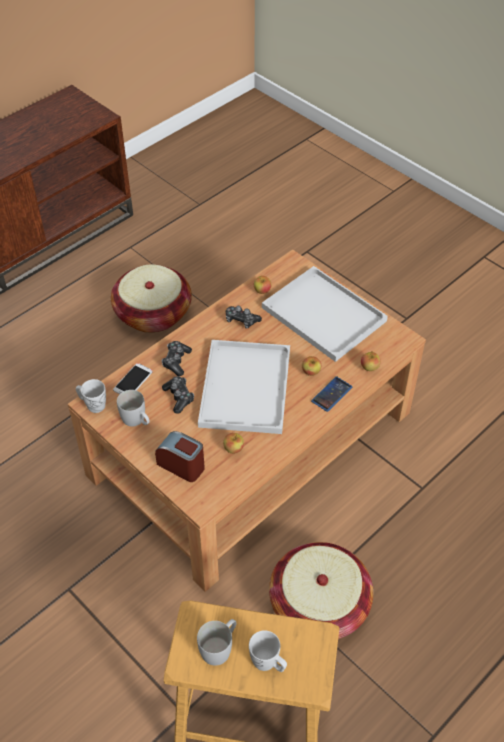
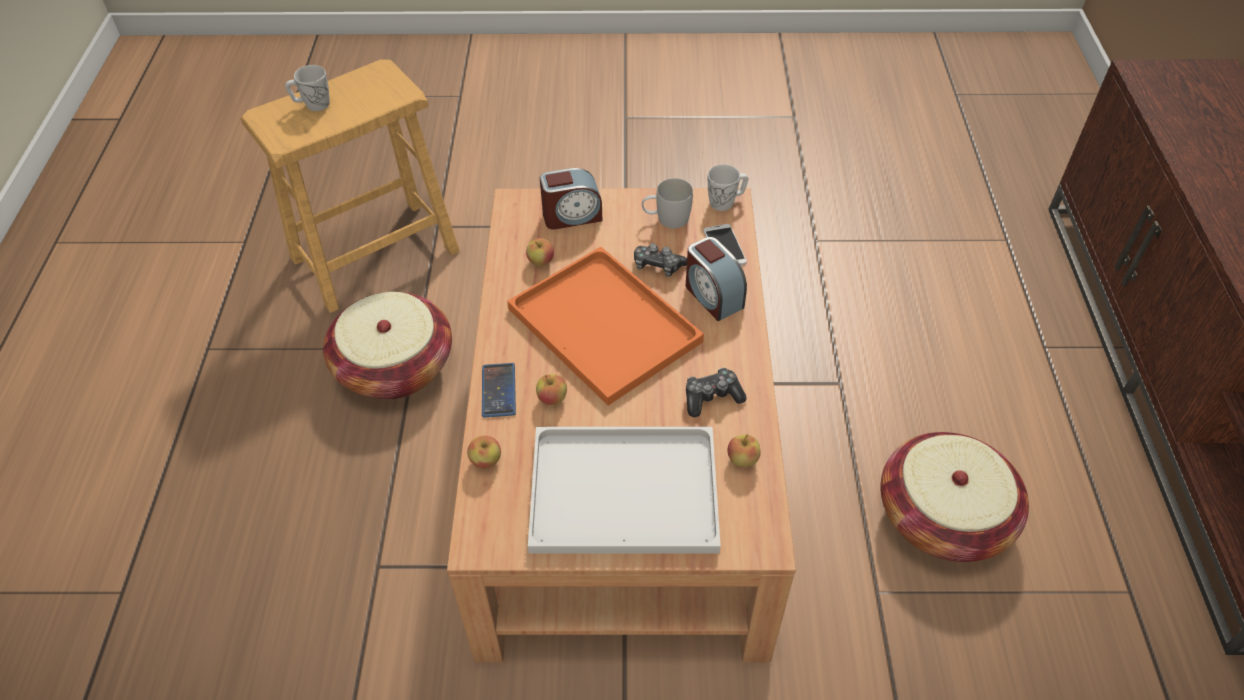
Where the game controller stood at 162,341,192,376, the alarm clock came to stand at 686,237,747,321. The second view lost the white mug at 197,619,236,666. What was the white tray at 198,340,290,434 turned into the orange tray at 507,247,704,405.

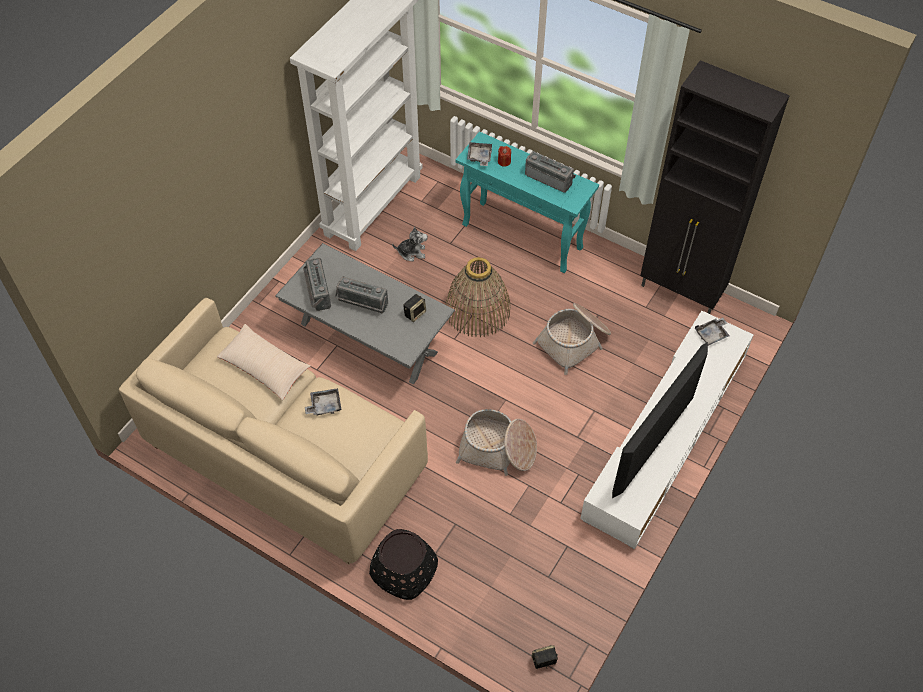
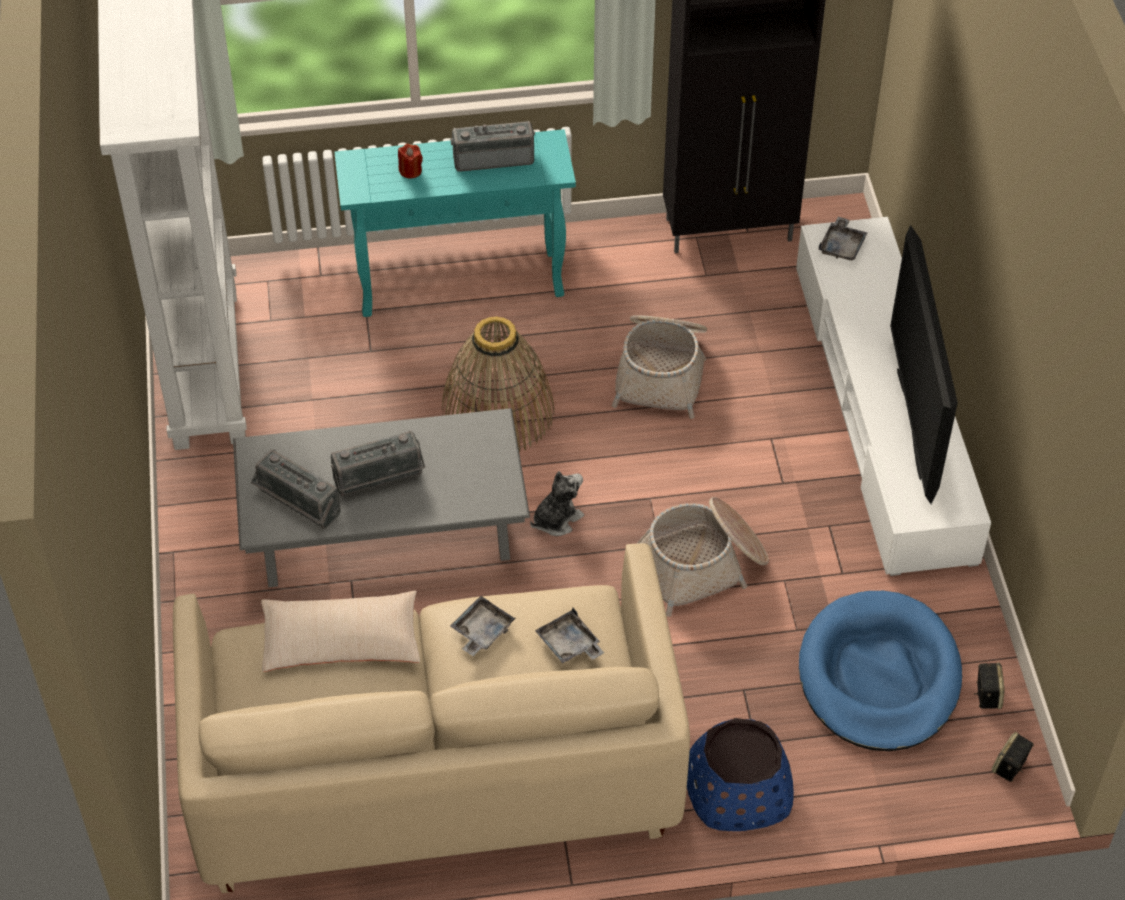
What was the black planter at 369,529,438,600 turned into the blue planter at 687,718,794,831. The plush toy ended up elsewhere, having gone from 392,227,428,261 to 530,471,584,536. The speaker ended up elsewhere, having gone from 403,294,426,322 to 974,663,1005,709. The grey tray ended up elsewhere, having gone from 467,142,492,166 to 535,608,604,663. The second view gained the blue dog bed at 799,591,962,751.

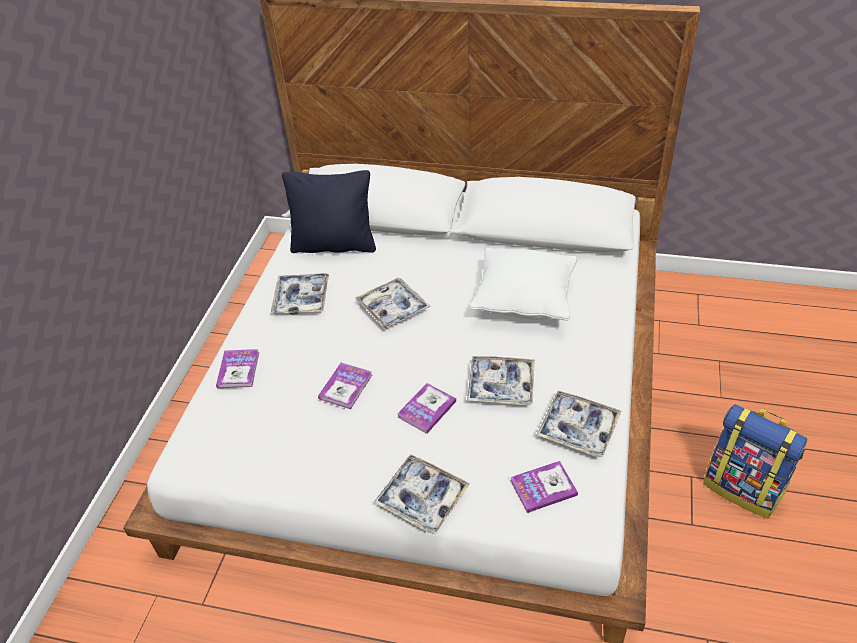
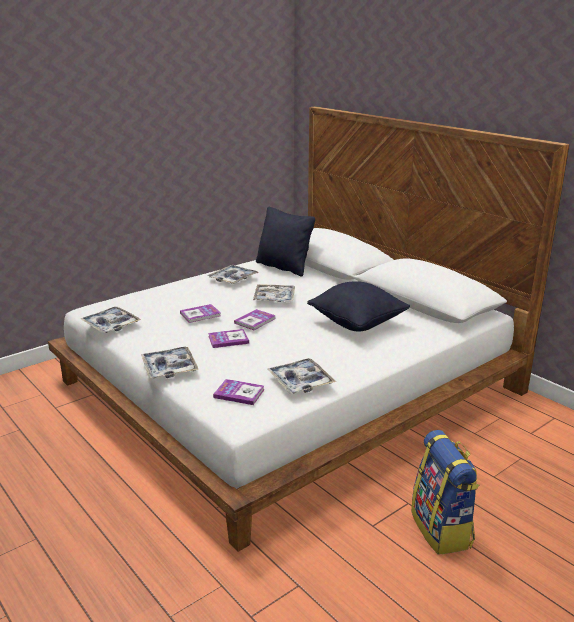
The book ended up elsewhere, having gone from 216,349,259,388 to 234,309,276,330. The tray ended up elsewhere, having gone from 467,356,535,405 to 81,307,141,333. What was the white pillow at 470,248,577,321 turned into the black pillow at 307,281,410,332.

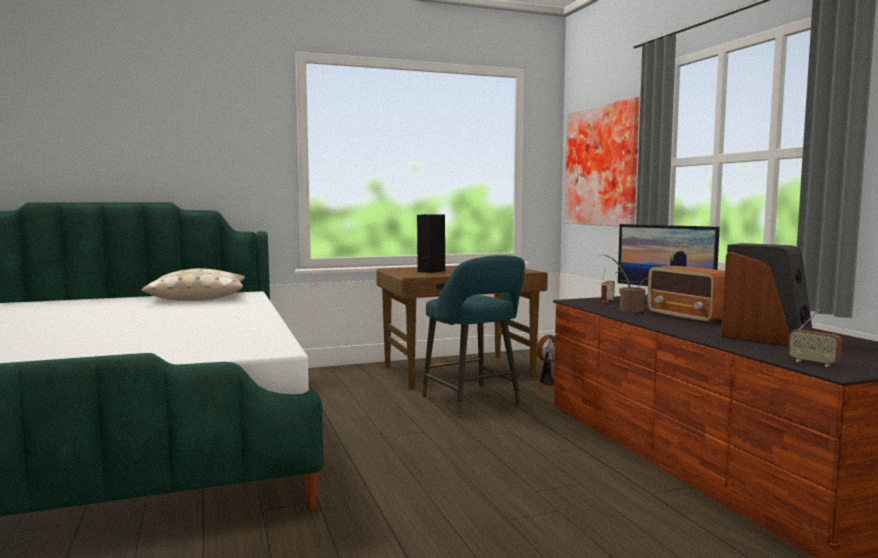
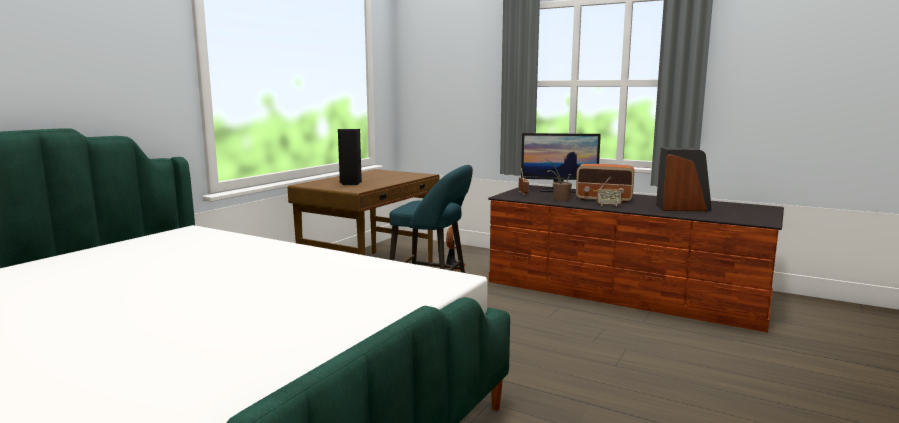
The second view lost the beige pillow at 142,268,245,301. The second view lost the picture at 565,97,639,226. The radio ended up elsewhere, having gone from 788,309,841,367 to 597,176,622,206.

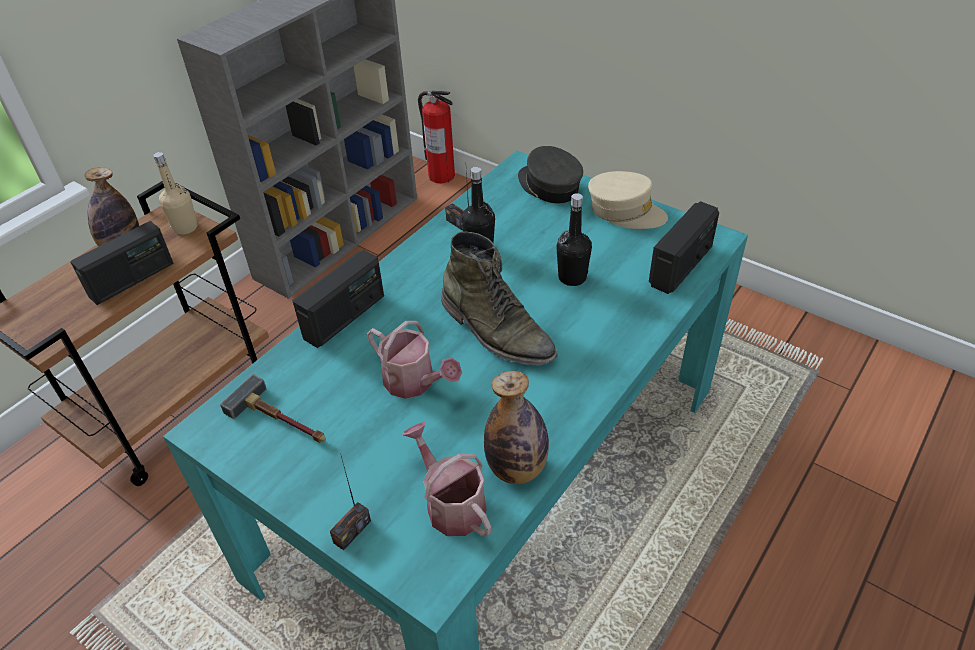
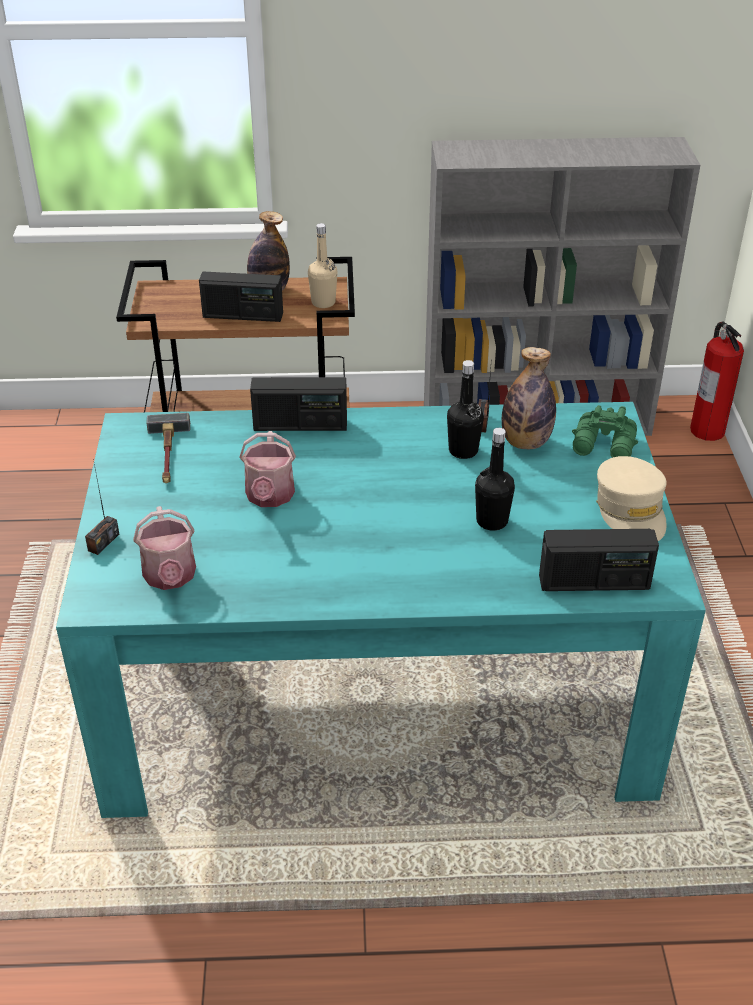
The radio at 330,453,371,550 ended up facing another way, 60 degrees counterclockwise from before. The watering can at 403,422,491,537 ended up facing another way, 150 degrees clockwise from before. The second view lost the green boot at 441,232,557,366. The bottle ended up elsewhere, having gone from 484,371,549,484 to 502,347,556,449. Where the grey cap stood at 518,146,583,203, the green binoculars came to stand at 572,405,638,458.

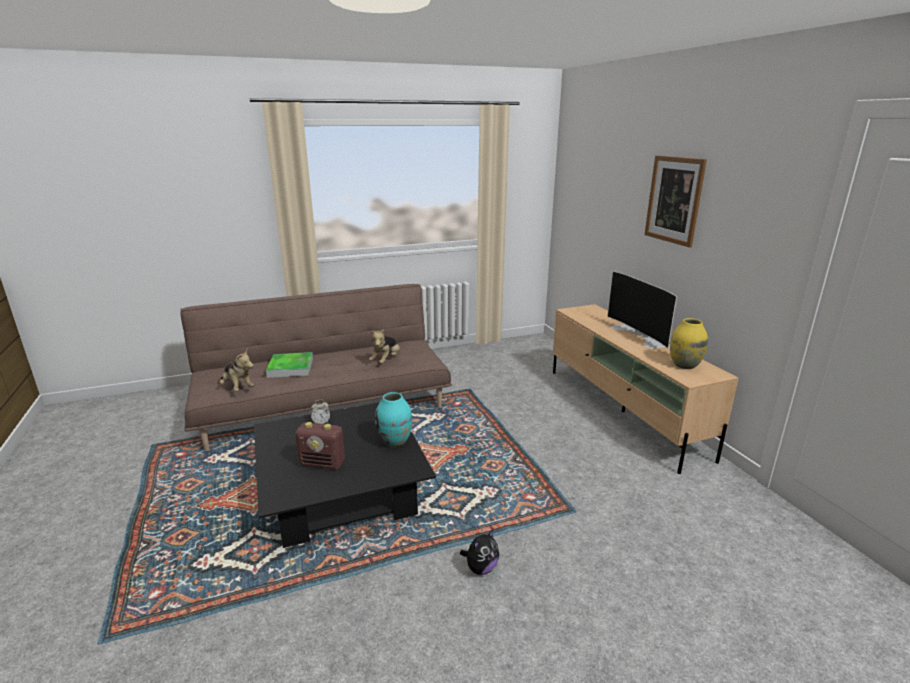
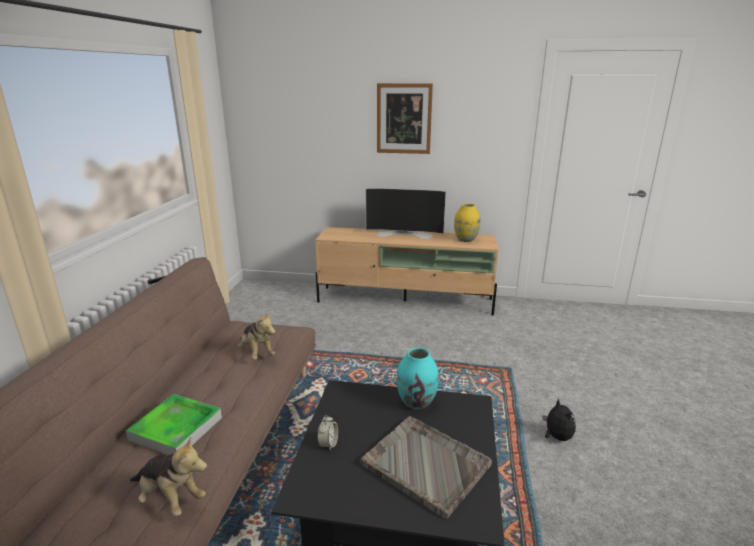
The plush toy at 220,350,254,391 ended up facing another way, 45 degrees clockwise from before. Where the radio stood at 295,422,345,470, the grey tray came to stand at 360,416,492,519.

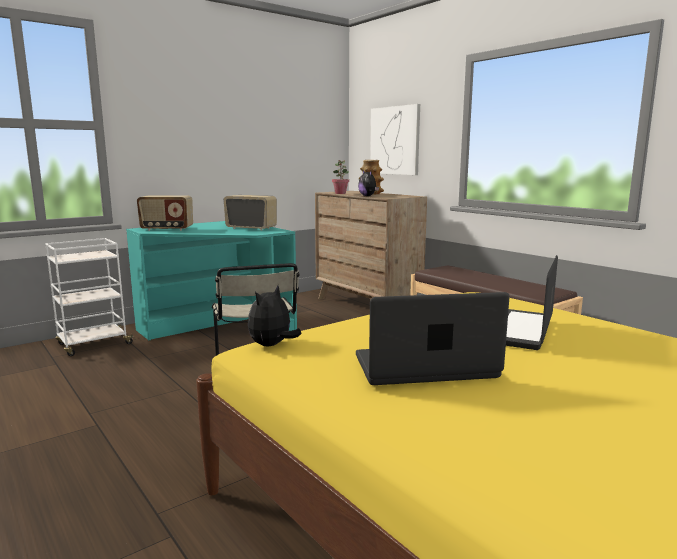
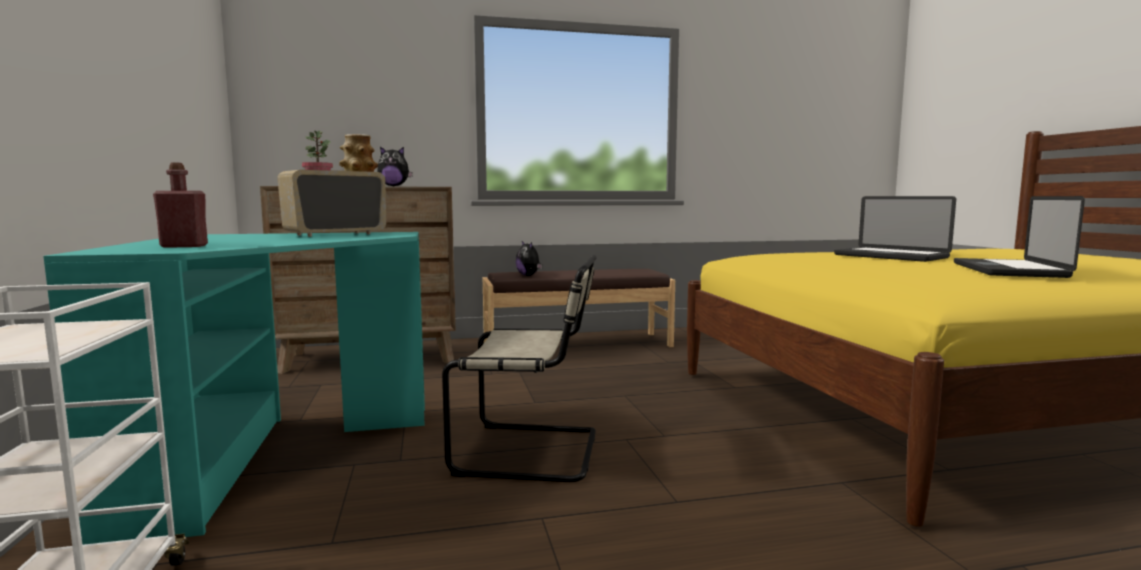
Where the radio stood at 137,195,193,231, the red bottle came to stand at 153,163,208,248. The plush toy ended up elsewhere, having gone from 248,286,302,346 to 516,241,542,276. The second view lost the picture at 370,104,420,175.

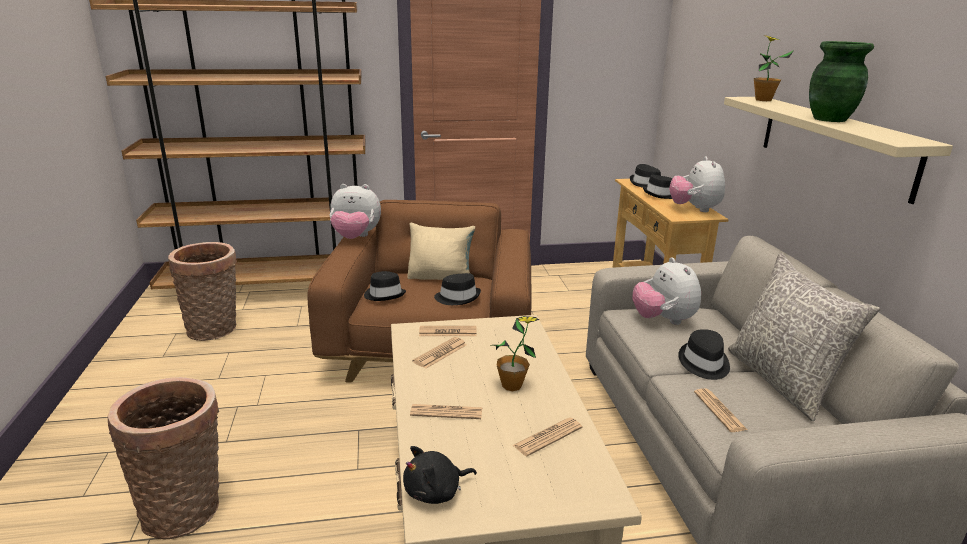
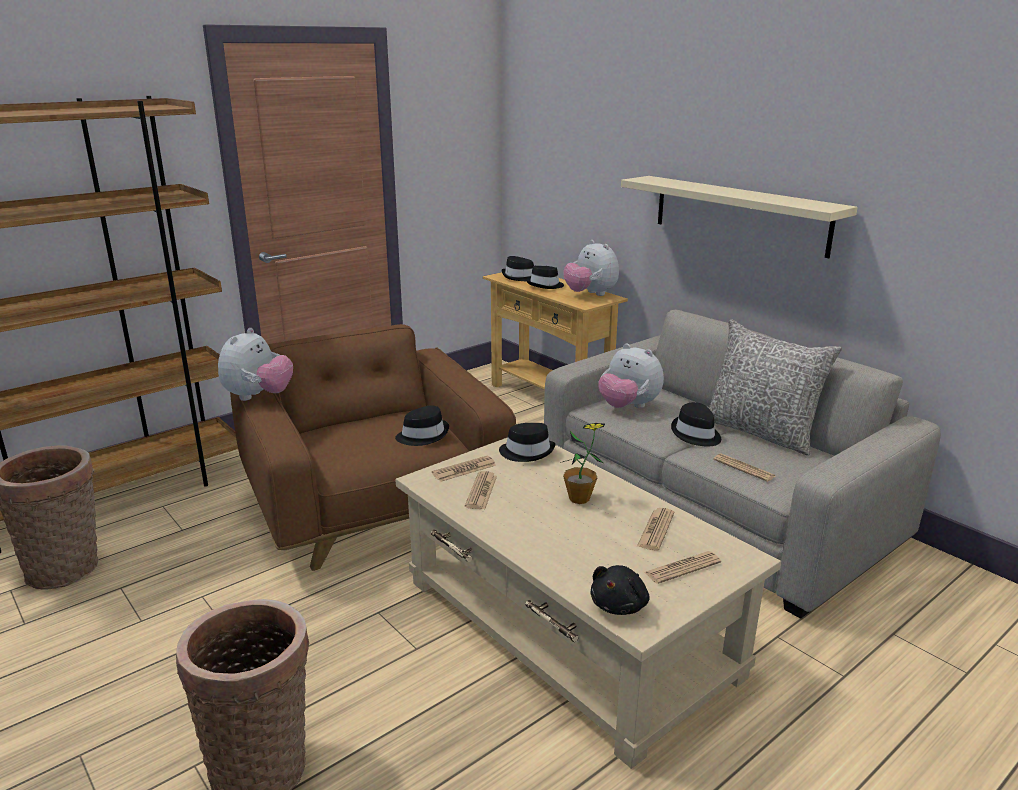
The plush toy at 330,184,381,239 ended up facing another way, 45 degrees counterclockwise from before. The black hat ended up elsewhere, having gone from 364,271,406,301 to 499,423,556,462. The second view lost the beige pillow at 407,223,475,280. The newspaper ended up elsewhere, having gone from 410,404,482,419 to 644,551,721,584. The second view lost the potted plant at 754,35,794,101. The second view lost the green vase at 809,41,874,122.

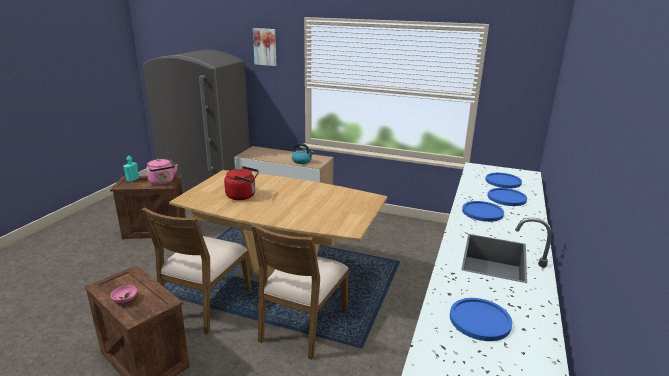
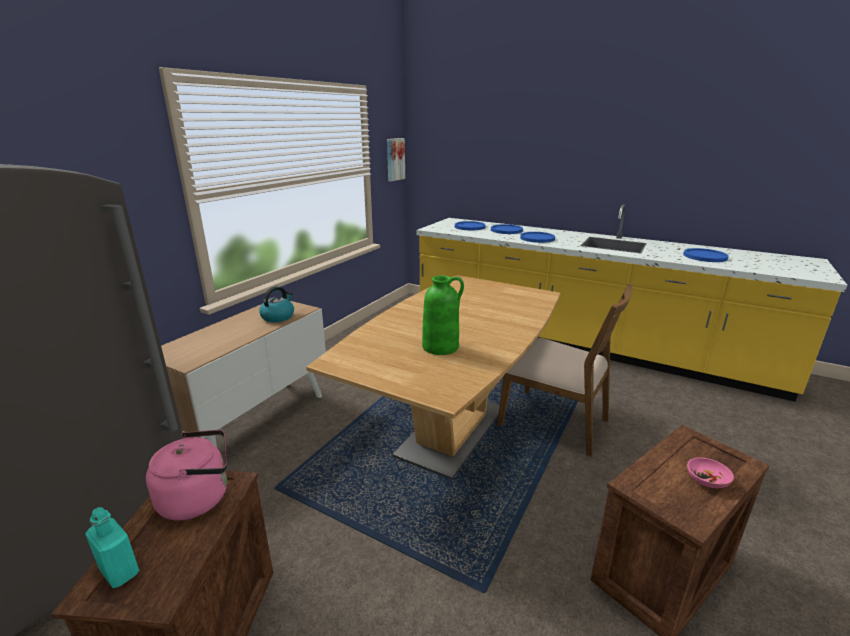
The second view lost the brown chair at 142,208,251,334. Where the red kettle stood at 224,166,259,200, the green vase came to stand at 422,275,464,355. The picture ended up elsewhere, having gone from 253,28,276,66 to 387,138,405,182.

